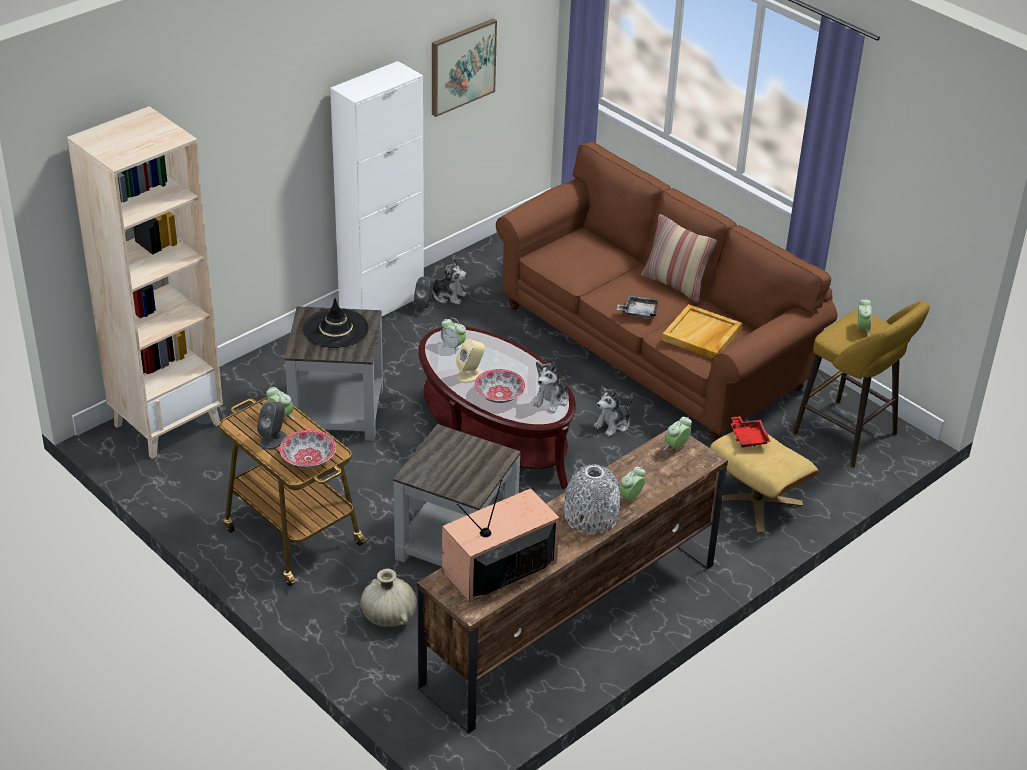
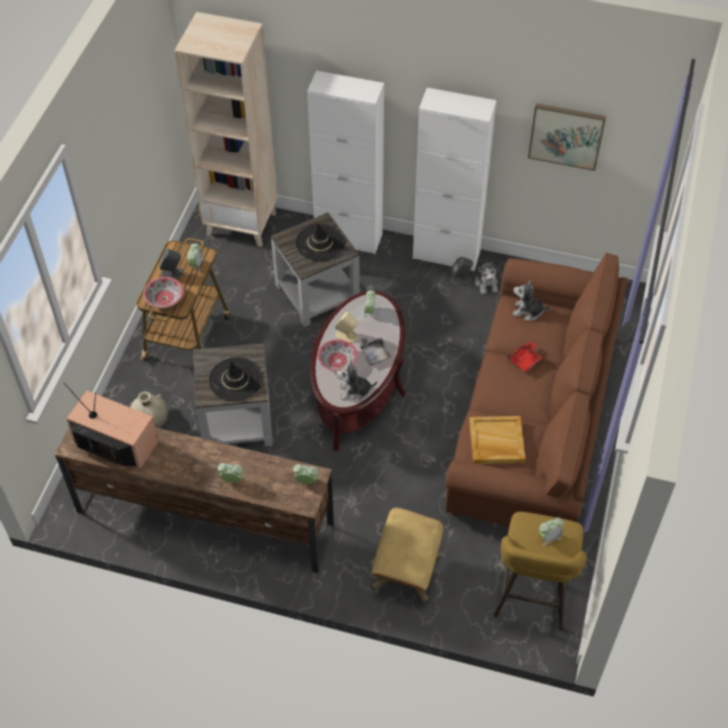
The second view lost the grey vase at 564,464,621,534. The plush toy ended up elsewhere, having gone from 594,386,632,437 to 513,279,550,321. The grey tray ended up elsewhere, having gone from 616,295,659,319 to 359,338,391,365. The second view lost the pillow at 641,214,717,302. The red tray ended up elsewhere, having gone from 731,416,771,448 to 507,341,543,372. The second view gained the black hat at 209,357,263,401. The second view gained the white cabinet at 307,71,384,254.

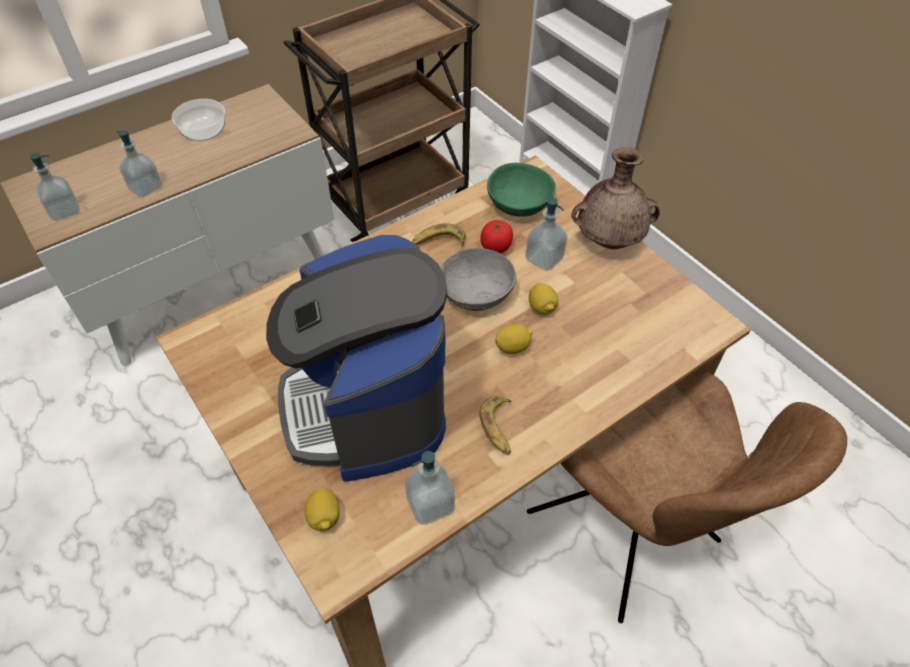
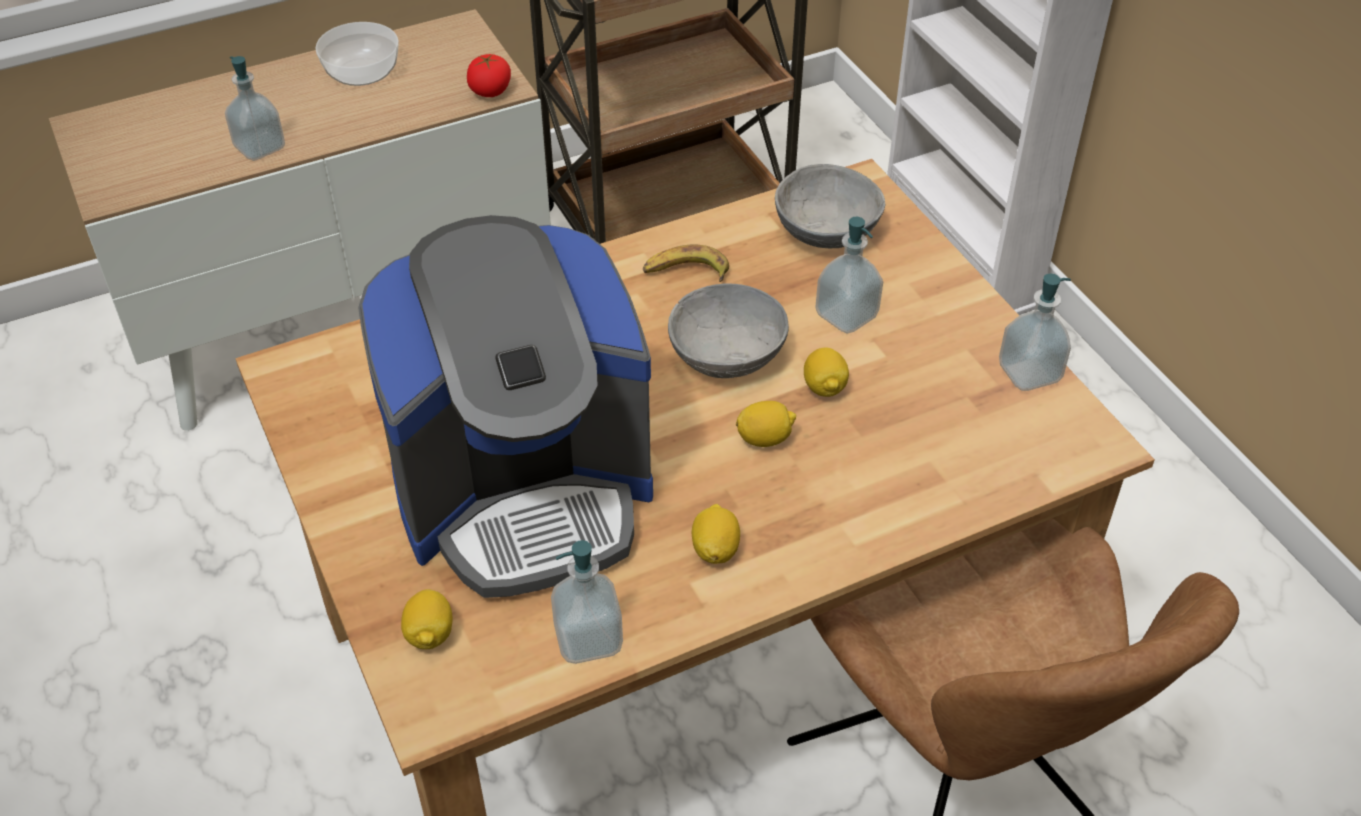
The soap dispenser ended up elsewhere, having gone from 30,153,80,221 to 999,274,1071,391. The coffee machine at 266,235,447,482 ended up facing another way, 105 degrees counterclockwise from before. Where the banana stood at 479,395,512,455, the lemon came to stand at 692,504,740,564. The tomato ended up elsewhere, having gone from 480,220,513,253 to 467,54,511,97. What was the green bowl at 487,163,556,217 turned into the grey bowl at 775,164,885,248. The second view lost the brown vase at 572,147,660,249.

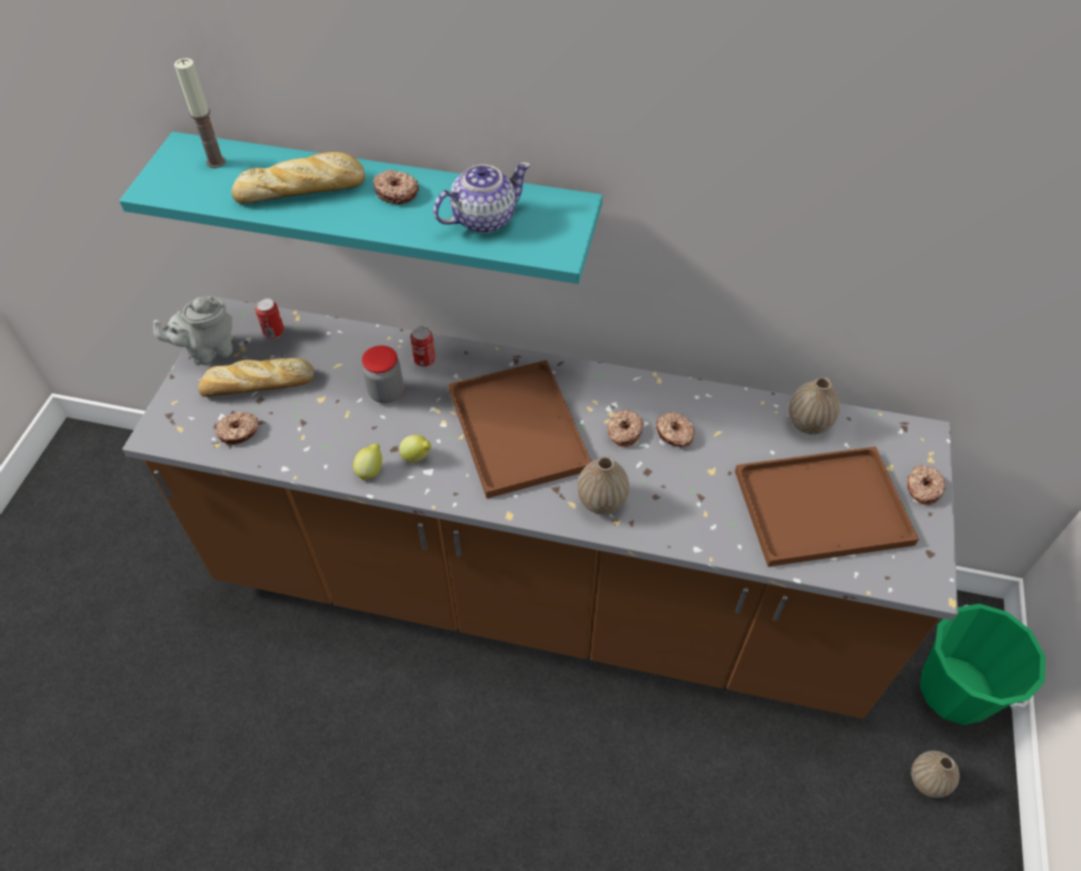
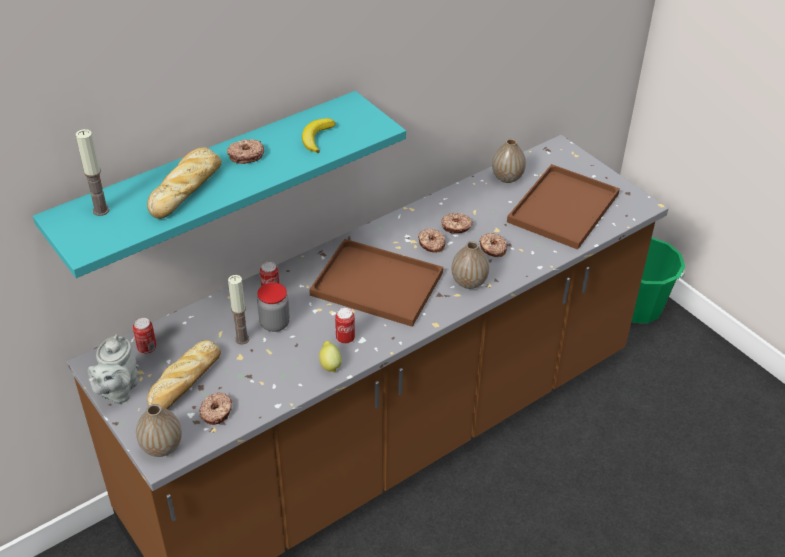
Where the lemon stood at 399,435,432,463, the can came to stand at 335,308,355,344. Where the teapot stood at 433,161,531,233, the banana came to stand at 302,118,335,153. The donut ended up elsewhere, having gone from 907,464,946,505 to 479,233,507,257. The vase ended up elsewhere, having gone from 911,751,960,798 to 136,404,182,457. The second view gained the candle at 228,275,249,345.

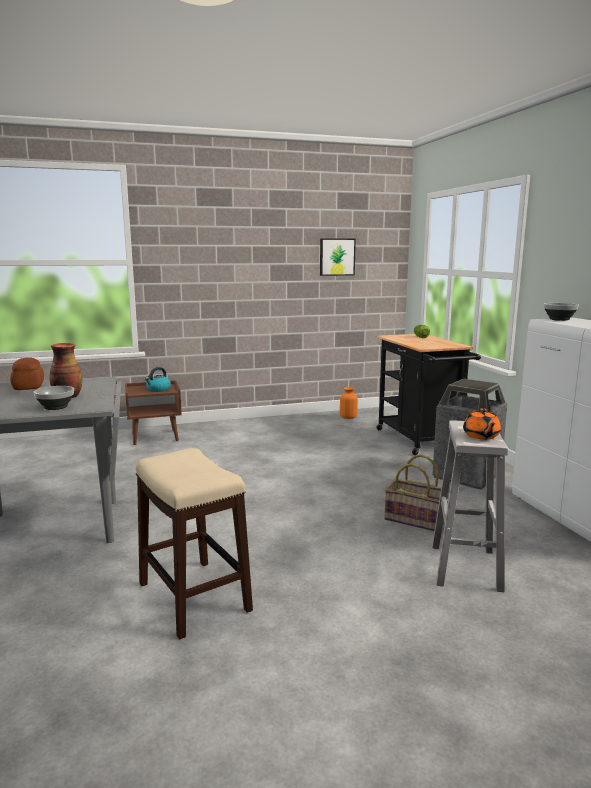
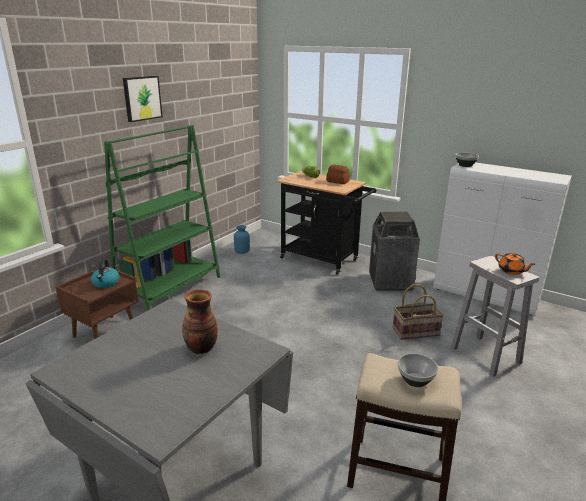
The bread ended up elsewhere, having gone from 10,358,44,390 to 326,165,350,184. The bowl ended up elsewhere, having gone from 34,386,74,410 to 398,353,438,387. The picture ended up elsewhere, having gone from 320,238,356,276 to 123,76,163,122. What was the orange vase at 340,387,358,419 turned into the blue vase at 234,225,250,254. The second view gained the green bookcase at 104,125,220,311.

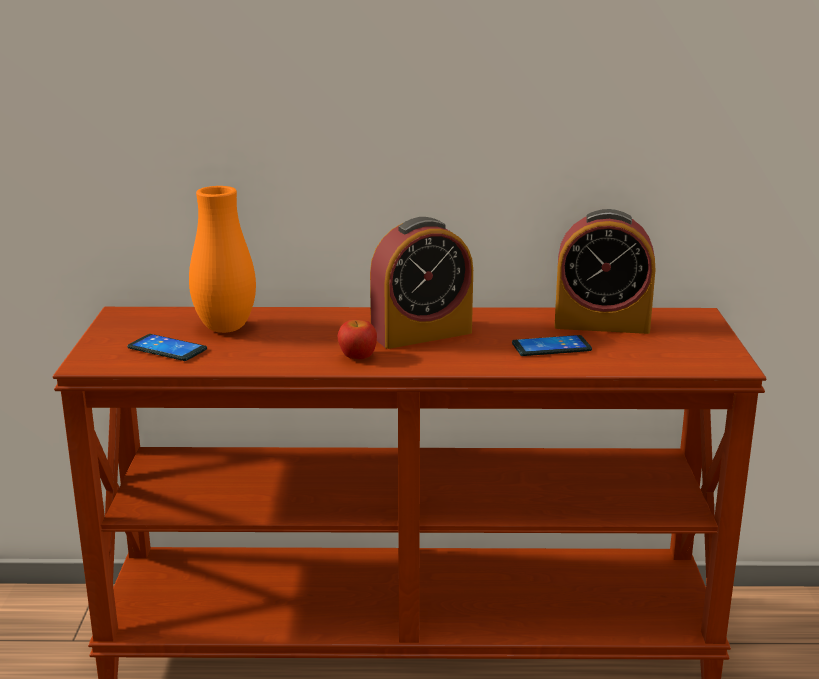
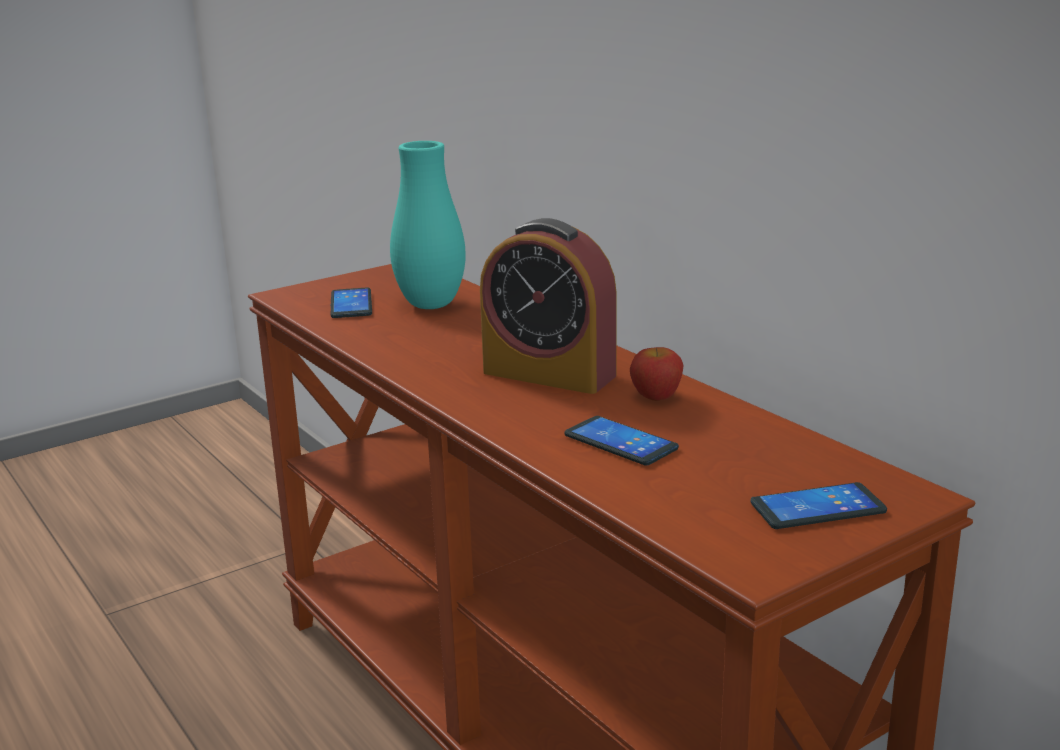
What was the orange vase at 189,186,256,333 turned into the turquoise vase at 390,141,466,309. The apple ended up elsewhere, having gone from 338,320,377,360 to 630,347,683,401. The second view lost the alarm clock at 554,209,655,334. The second view gained the phone at 751,482,887,529.

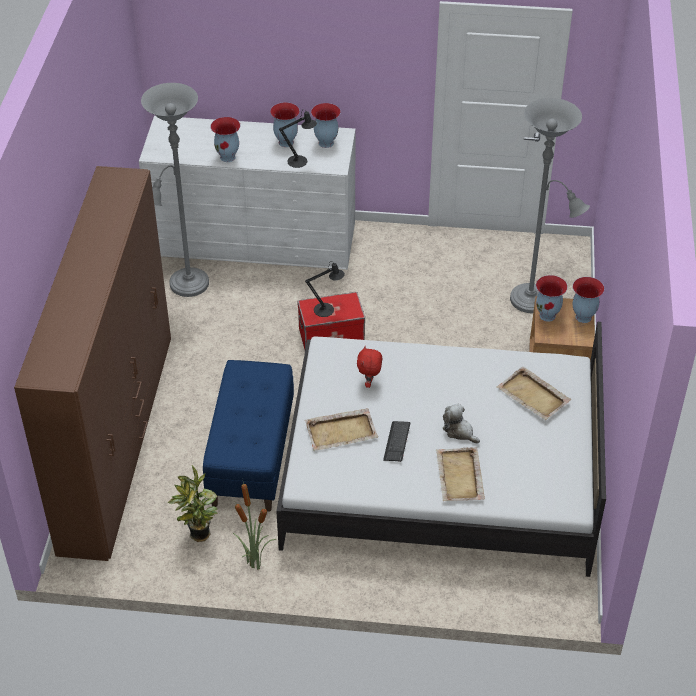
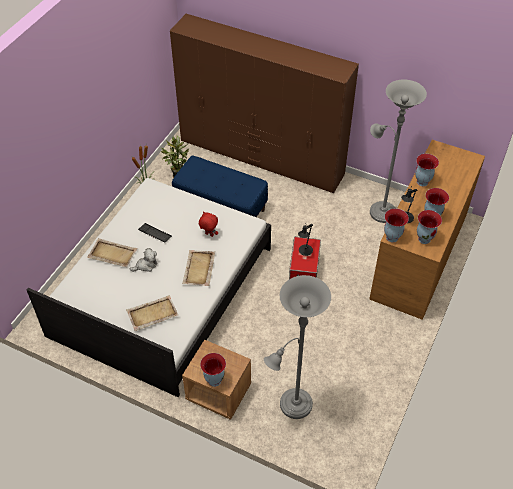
What was the white dresser at 139,116,356,270 turned into the brown dresser at 369,140,485,320. The beige tray ended up elsewhere, having gone from 305,408,378,451 to 182,250,215,286. The vase ended up elsewhere, having gone from 536,275,568,322 to 384,208,409,243.

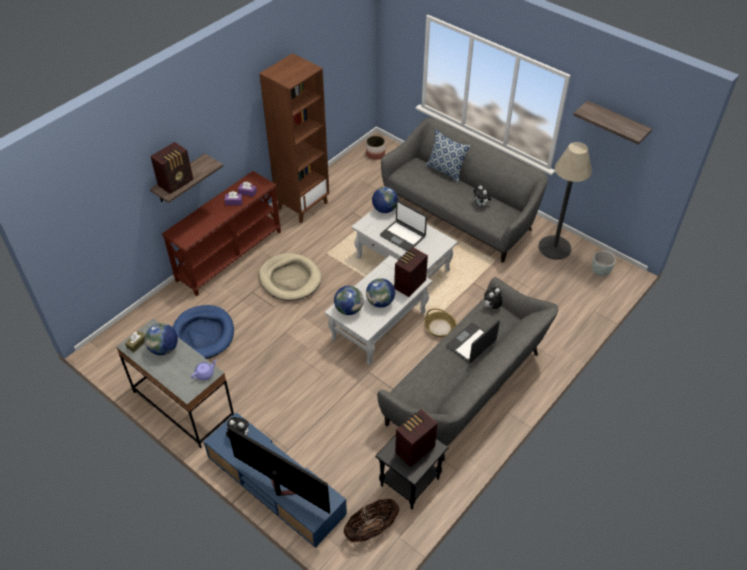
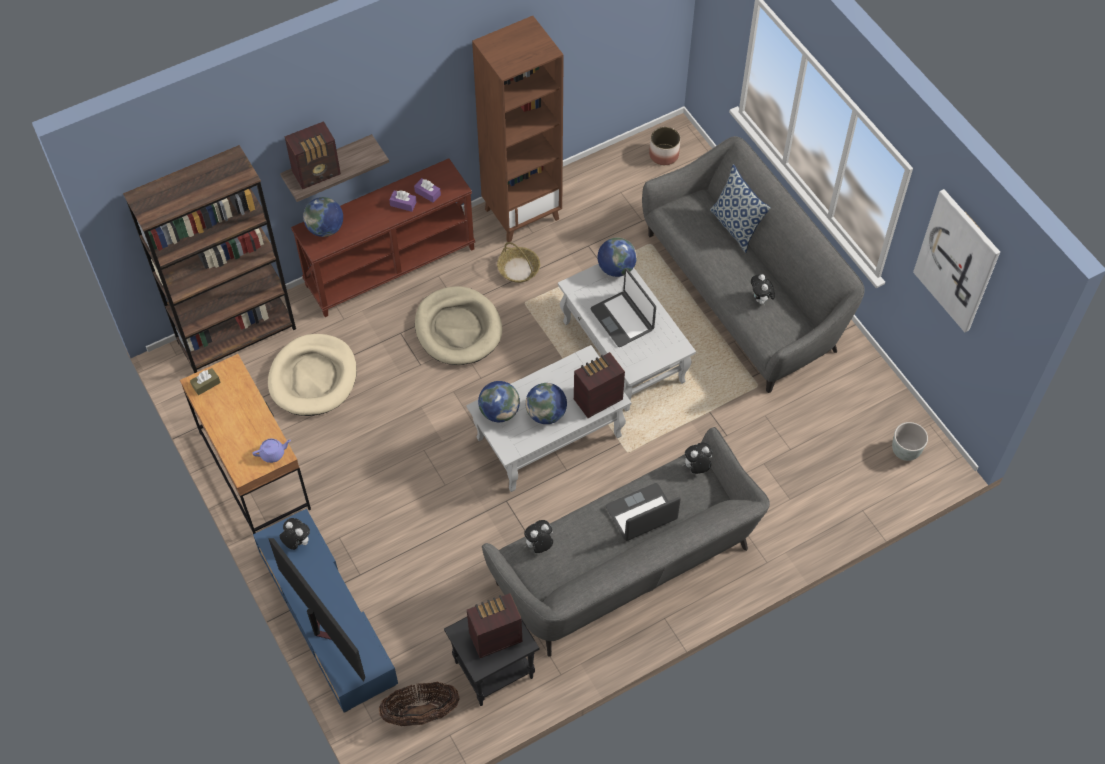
What was the grey desk at 116,318,234,448 turned into the brown desk at 180,354,311,534. The globe ended up elsewhere, having gone from 145,323,178,355 to 303,197,343,237. What was the blue dog bed at 173,305,234,359 turned into the beige dog bed at 268,334,357,416. The basket ended up elsewhere, having gone from 424,308,457,337 to 497,242,540,283. The second view lost the floor lamp at 538,142,592,260. Where the shelf hung at 573,101,652,144, the picture came to hang at 913,189,1000,332. The second view gained the brown bookcase at 123,145,296,373. The second view gained the plush toy at 524,520,553,553.

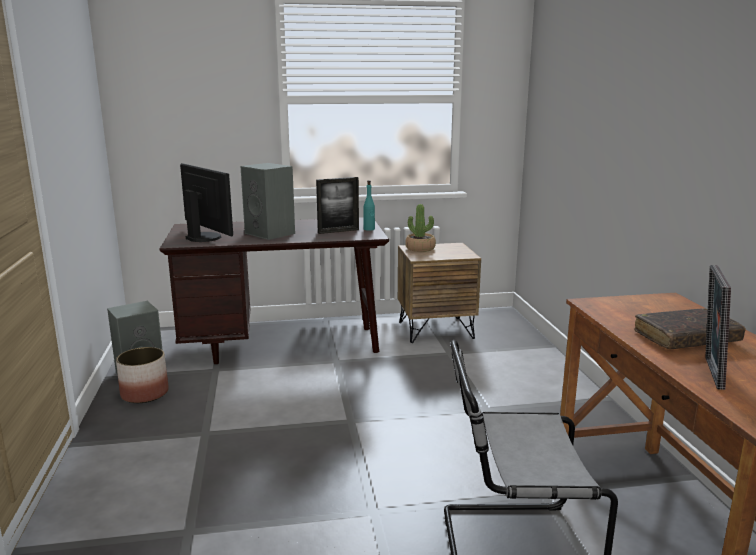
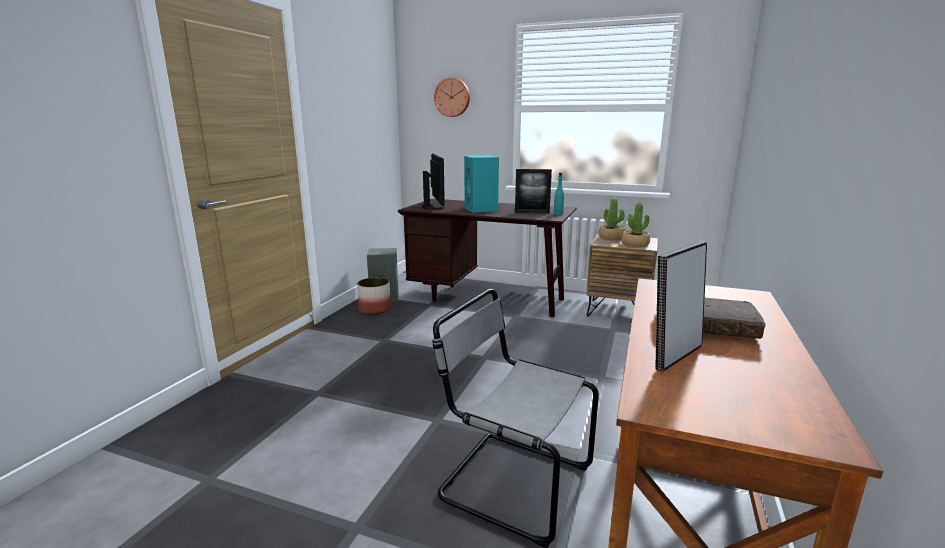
What was the grey speaker at 240,163,295,240 turned into the turquoise speaker at 464,155,499,213. The second view gained the wall clock at 434,77,470,117. The second view gained the potted plant at 621,203,650,247.

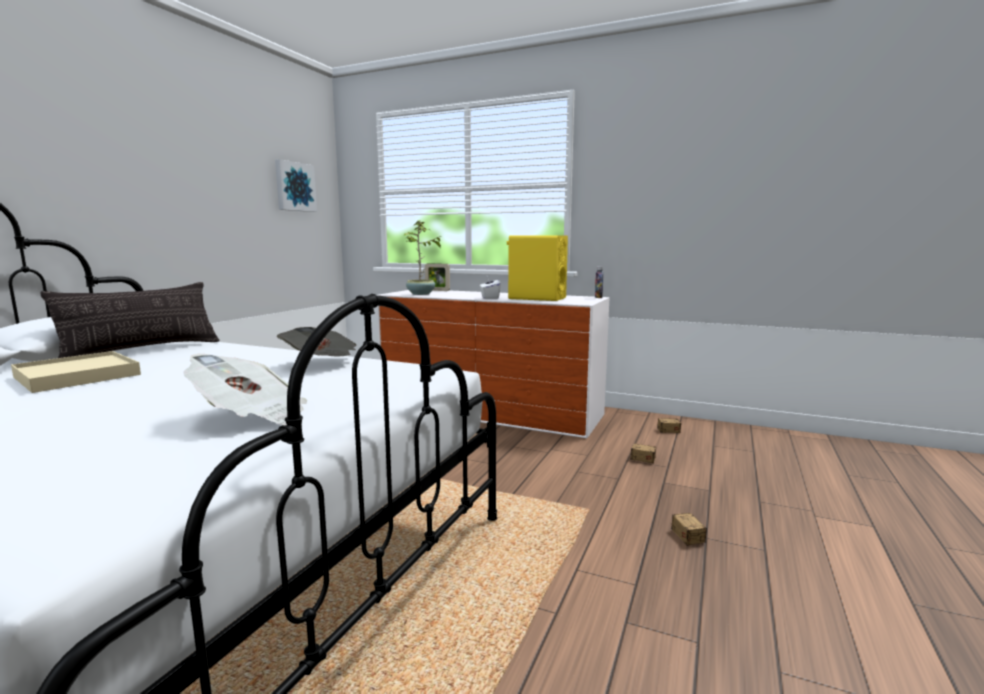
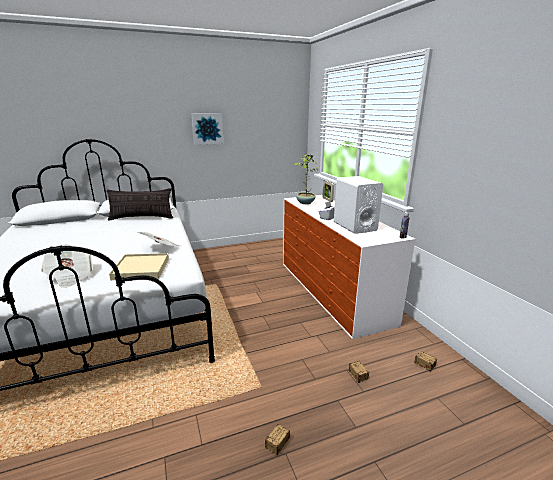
The beige tray ended up elsewhere, having gone from 11,351,141,393 to 109,253,169,280. The picture ended up elsewhere, having gone from 275,159,317,212 to 191,113,224,145. What was the yellow speaker at 507,235,568,301 turned into the white speaker at 334,176,383,234.

